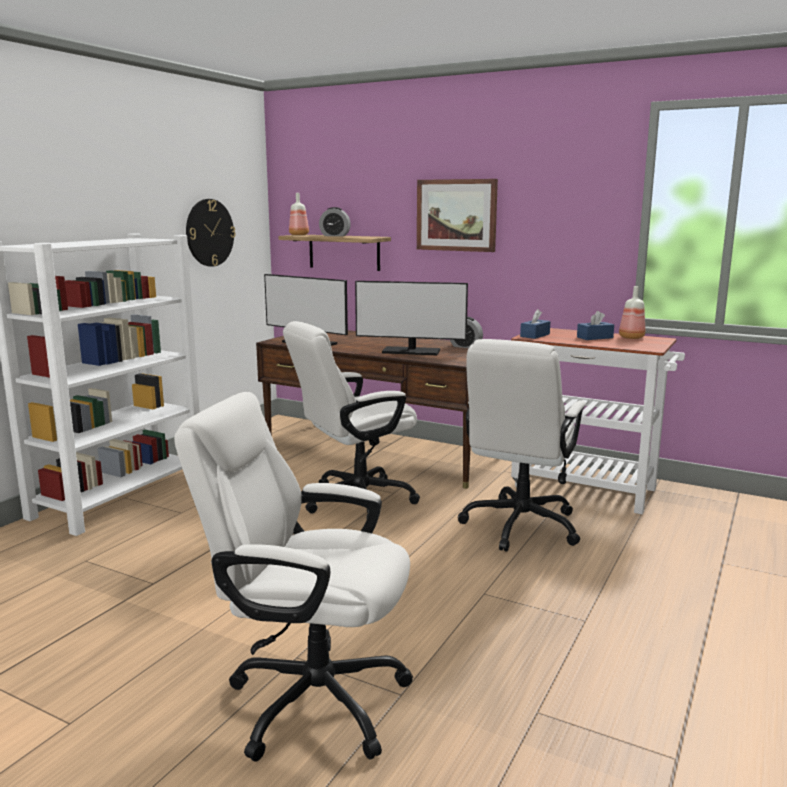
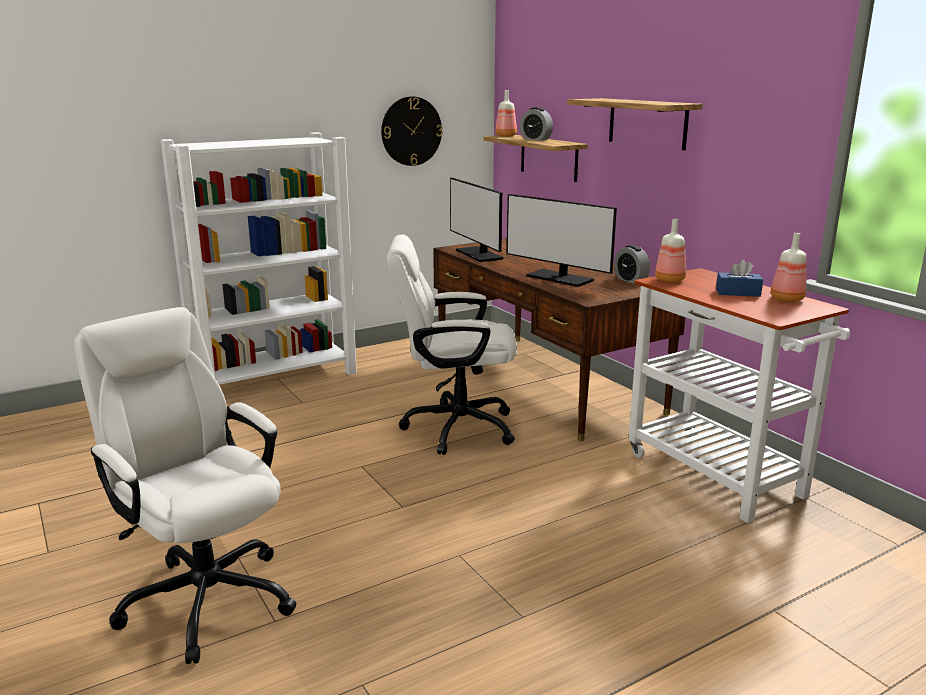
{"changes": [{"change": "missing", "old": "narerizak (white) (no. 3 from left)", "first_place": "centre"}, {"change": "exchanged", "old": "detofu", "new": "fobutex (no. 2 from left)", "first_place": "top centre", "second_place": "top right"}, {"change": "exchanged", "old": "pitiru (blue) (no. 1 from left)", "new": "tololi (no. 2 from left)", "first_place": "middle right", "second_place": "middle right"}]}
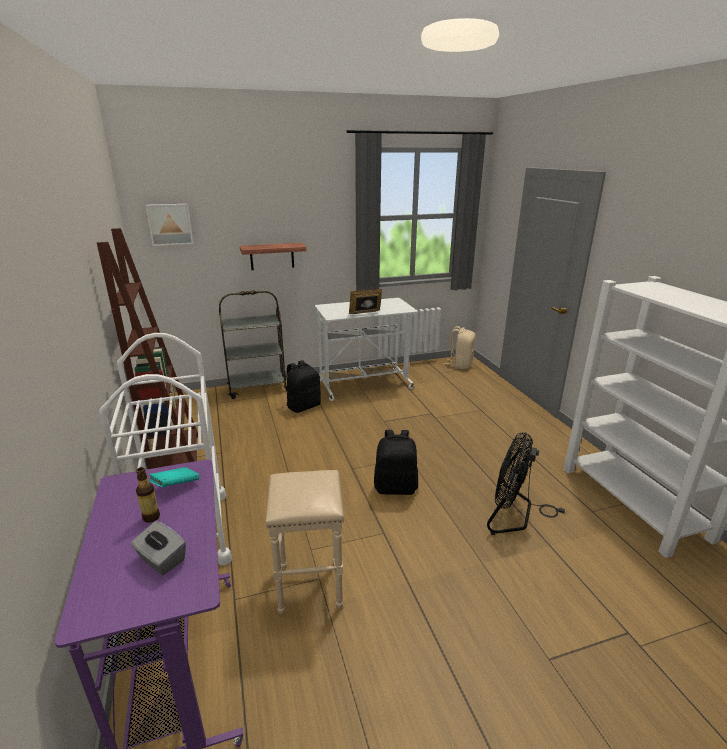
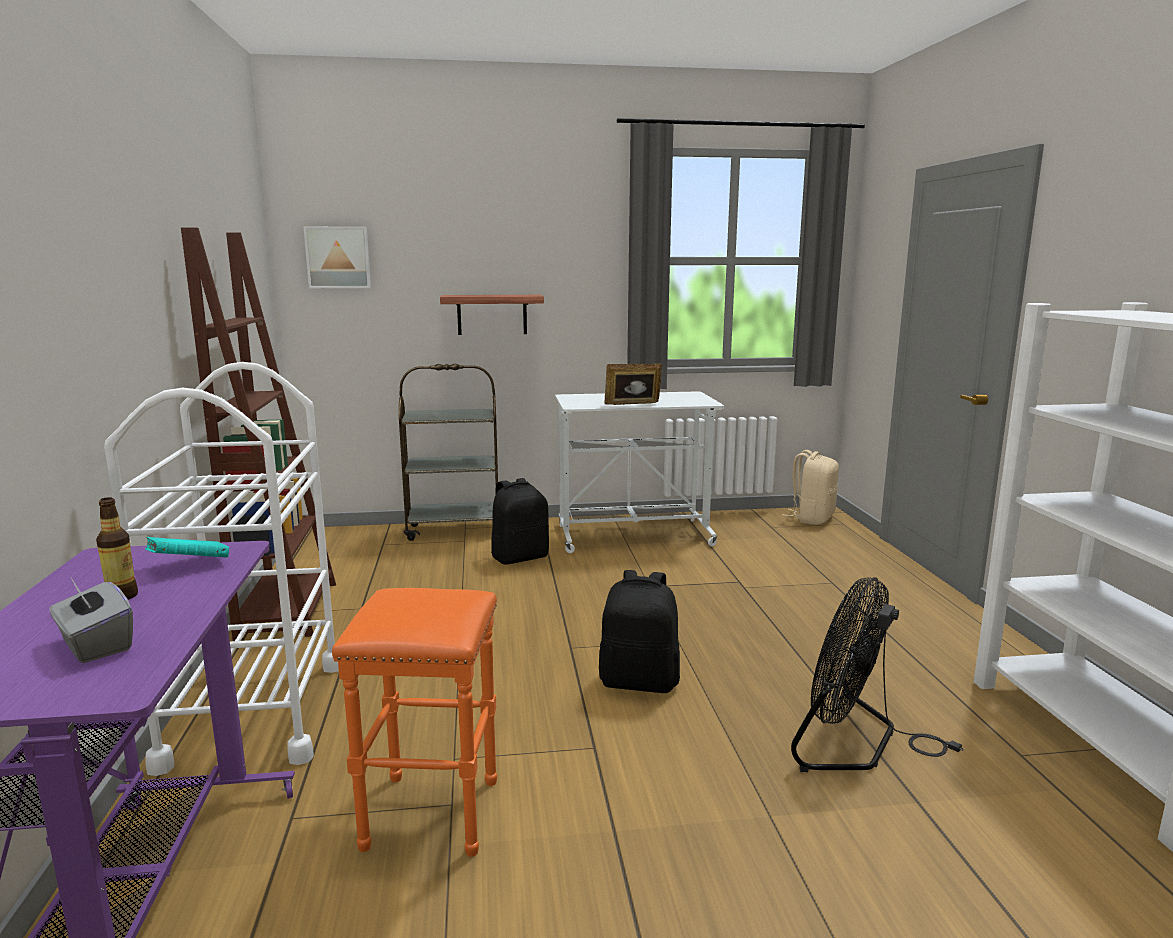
{"changes": [{"change": "colour", "old": "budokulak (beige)", "new": "budokulak (orange)", "first_place": "bottom centre", "second_place": "bottom centre"}]}
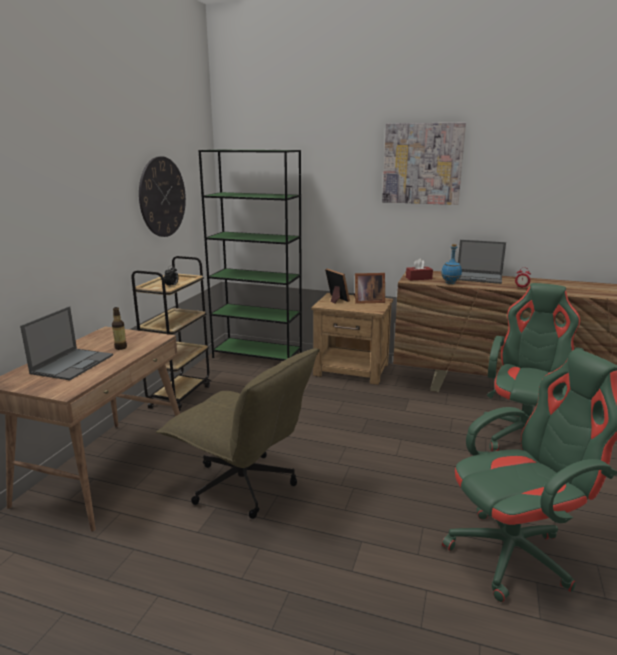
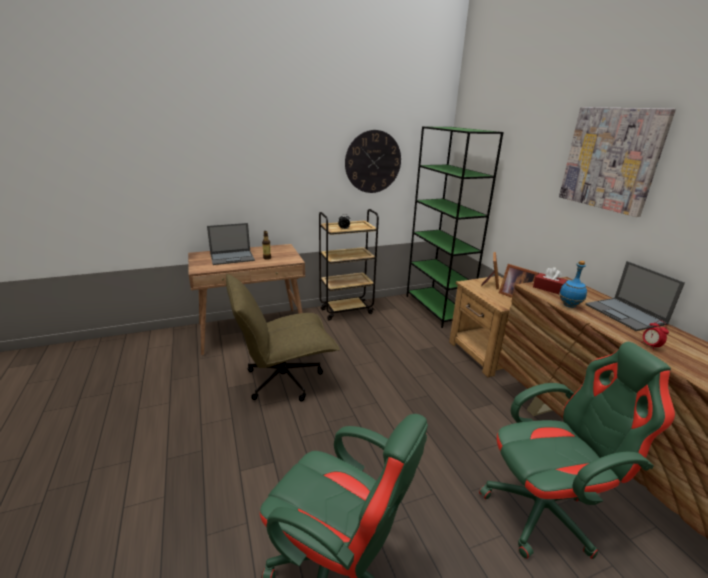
{"changes": [{"change": "spun", "old": "narerizak (beige)", "first_place": "centre", "second_place": "centre", "degrees": 75}]}
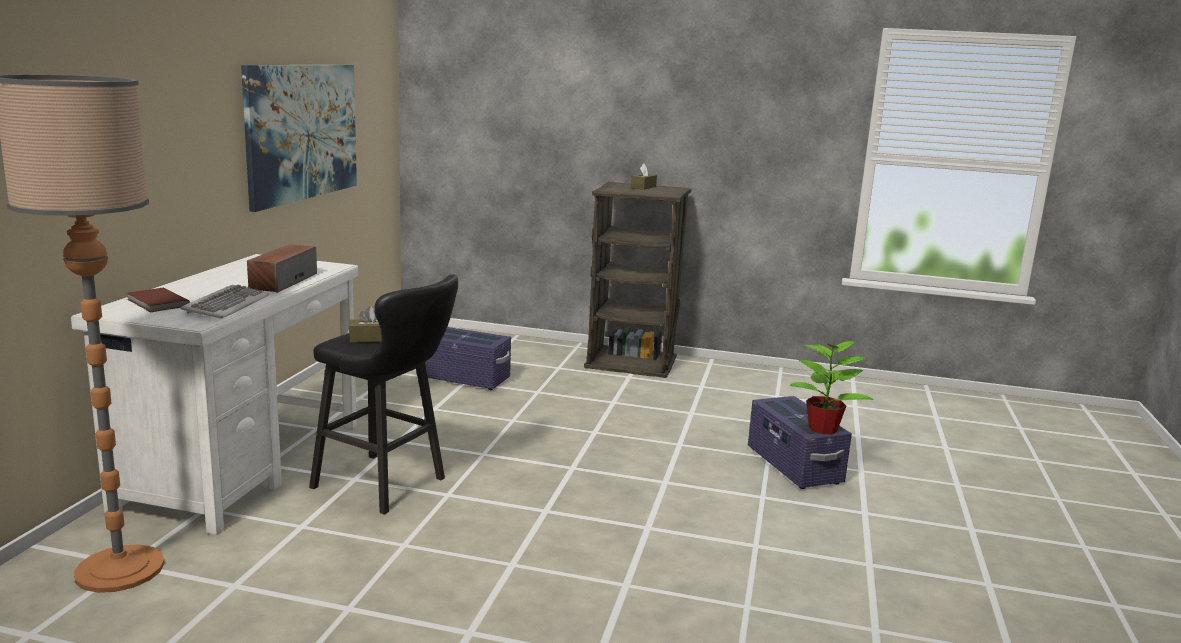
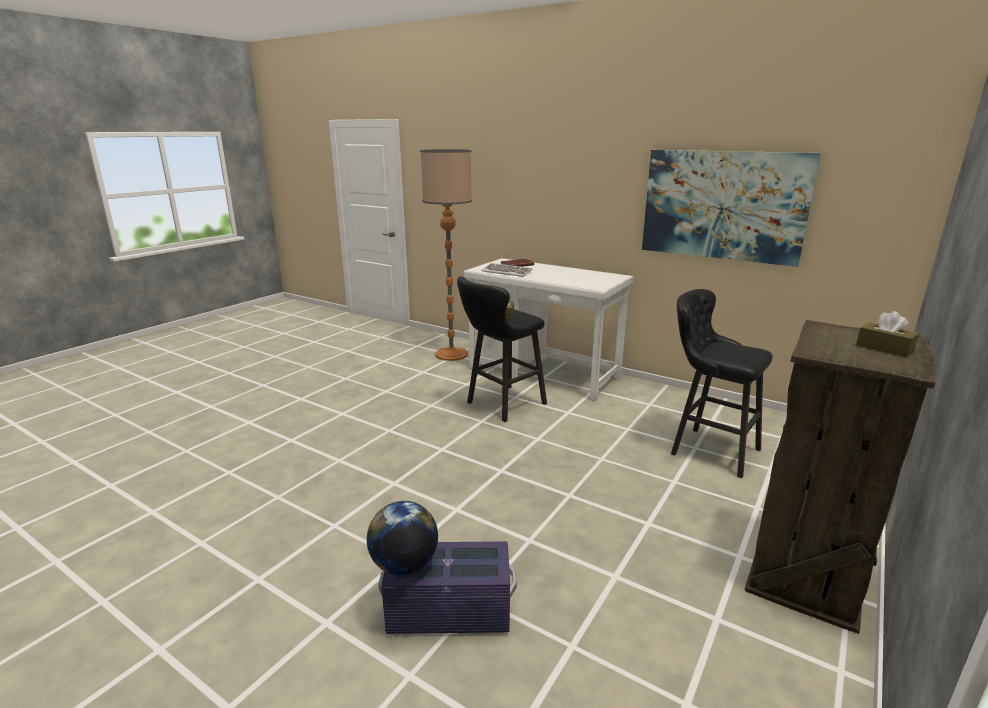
{"changes": [{"change": "missing", "old": "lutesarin", "first_place": "middle left"}, {"change": "exchanged", "old": "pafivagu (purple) (no. 1 from left)", "new": "budokulak (black) (no. 2 from left)", "first_place": "centre", "second_place": "middle right"}, {"change": "exchanged", "old": "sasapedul", "new": "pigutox", "first_place": "middle right", "second_place": "bottom centre"}]}
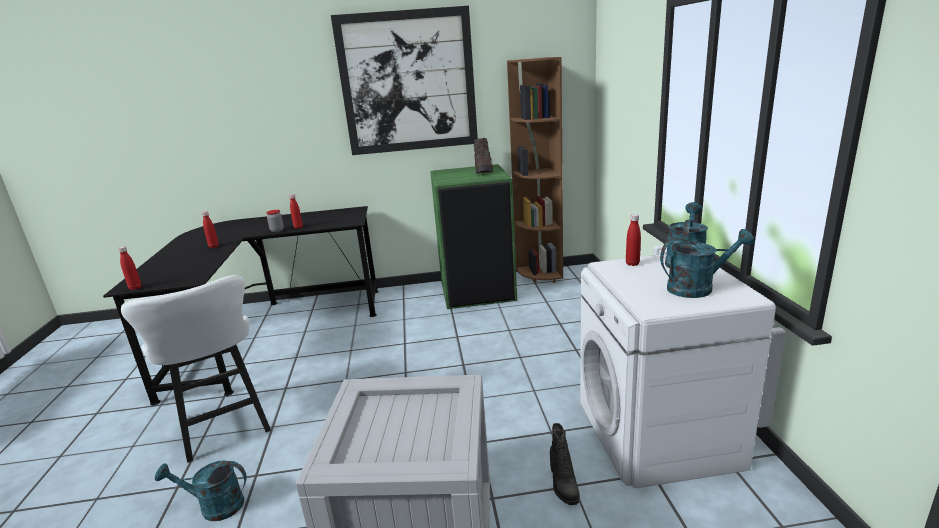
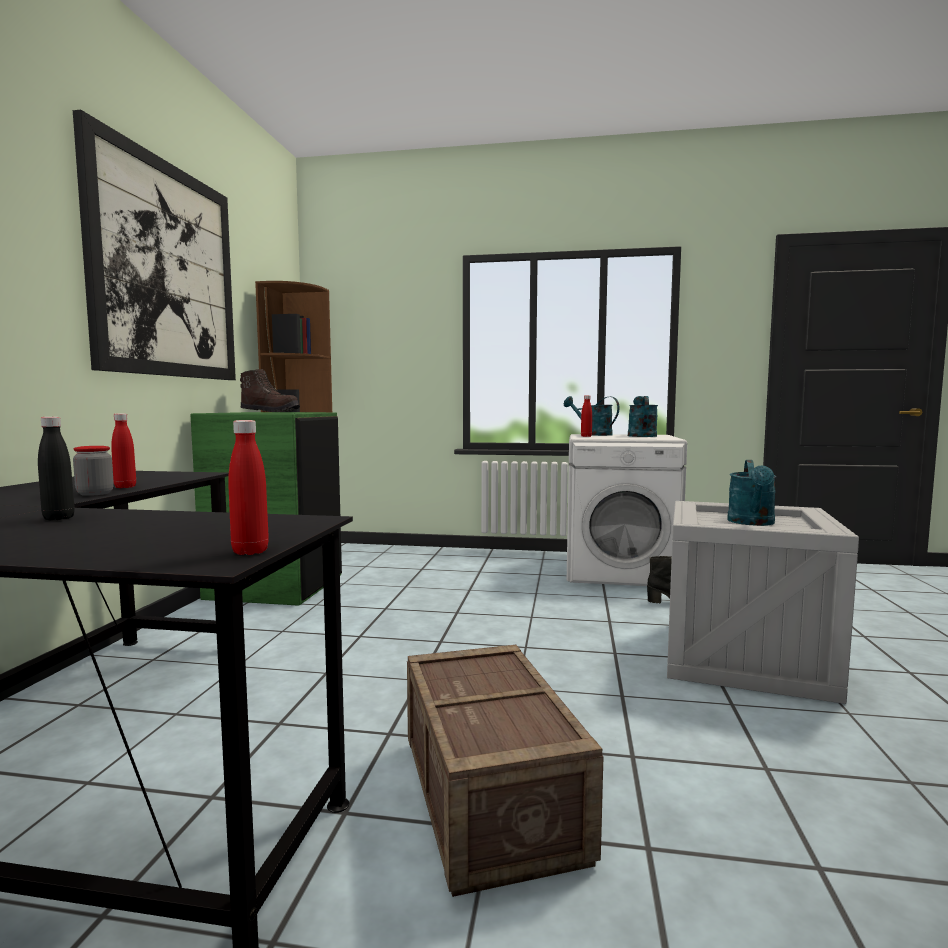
{"changes": [{"change": "relocated", "old": "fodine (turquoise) (no. 1 from left in the first image)", "new": "fodine (turquoise) (no. 3 from left)", "first_place": "bottom left", "second_place": "middle right"}, {"change": "exchanged", "old": "budokulak (white)", "new": "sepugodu (no. 1 from left)", "first_place": "bottom left", "second_place": "bottom centre"}, {"change": "colour", "old": "tololi (red) (no. 2 from left)", "new": "tololi (black)", "first_place": "middle left", "second_place": "middle left"}]}
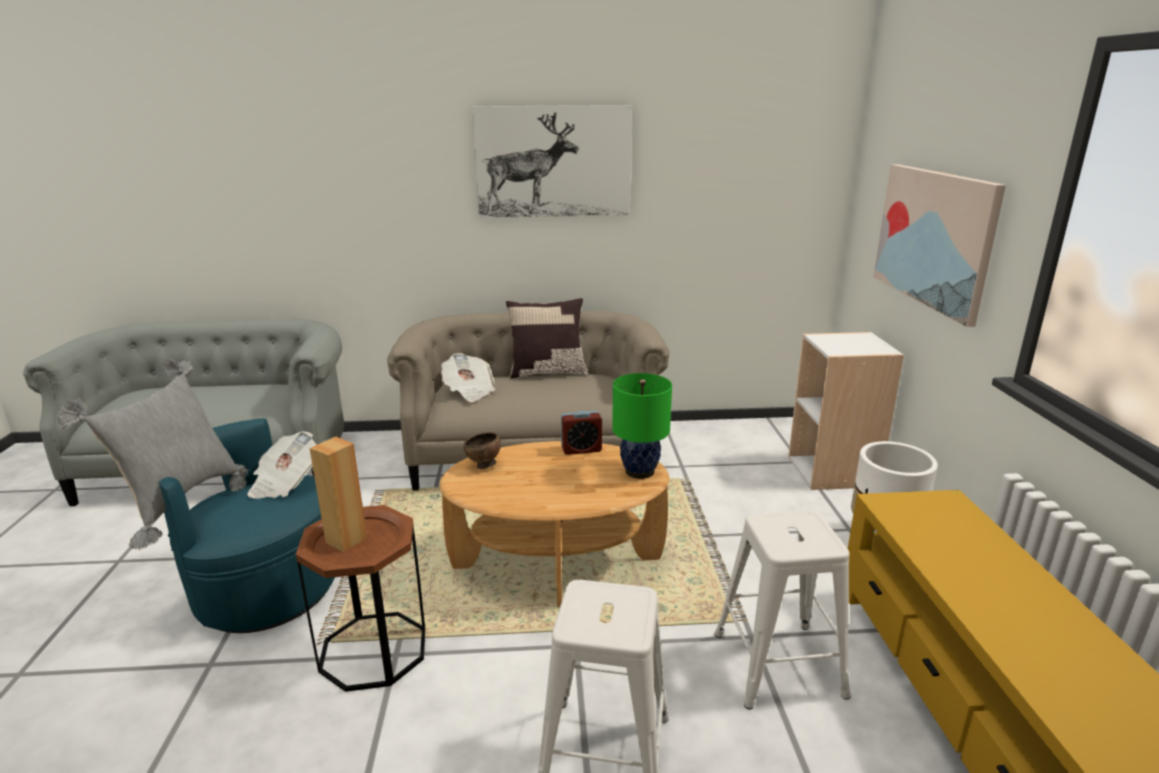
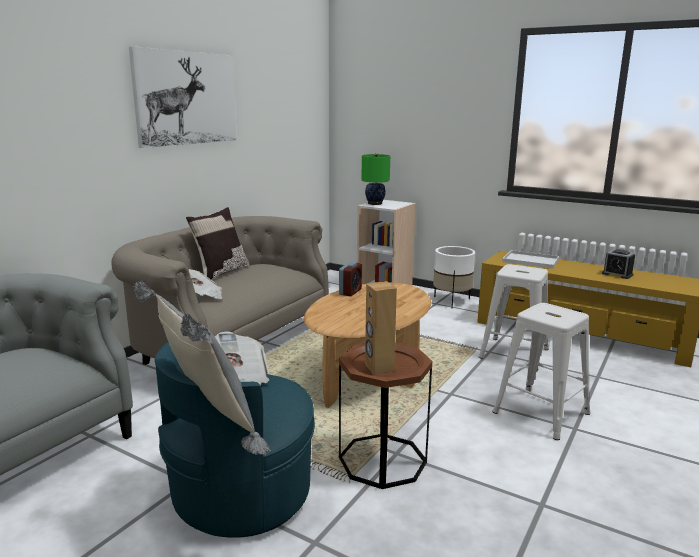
{"changes": [{"change": "missing", "old": "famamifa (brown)", "first_place": "centre"}, {"change": "missing", "old": "detofu (no. 2 from left)", "first_place": "top right"}, {"change": "appeared", "new": "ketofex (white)", "second_place": "middle right"}, {"change": "appeared", "new": "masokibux (no. 2 from left)", "second_place": "middle right"}, {"change": "relocated", "old": "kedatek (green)", "first_place": "centre", "second_place": "top centre"}]}
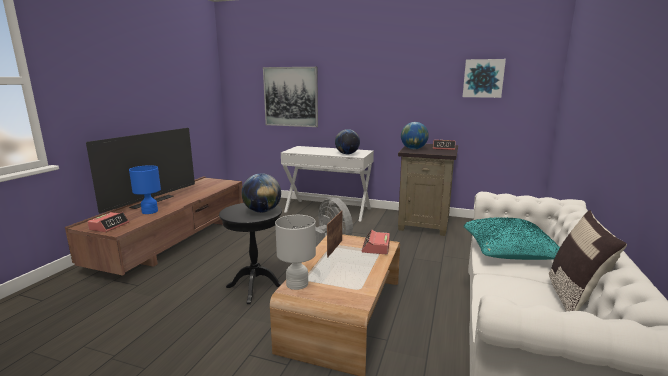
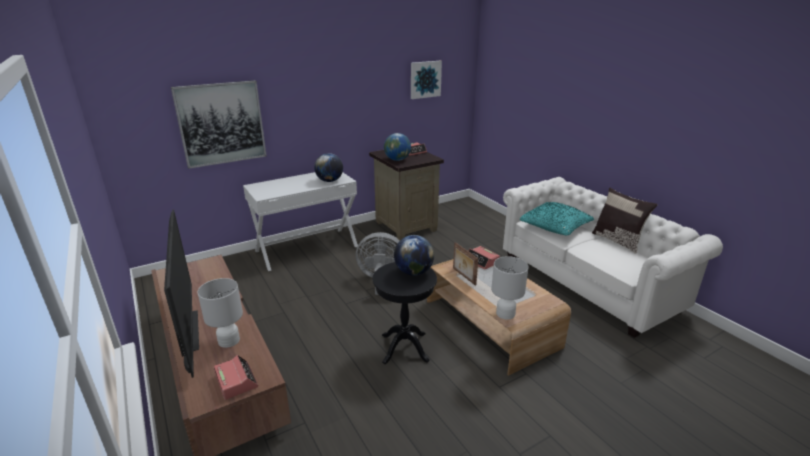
{"changes": [{"change": "colour", "old": "kedatek (blue)", "new": "kedatek (grey) (no. 1 from left)", "first_place": "middle left", "second_place": "bottom left"}]}
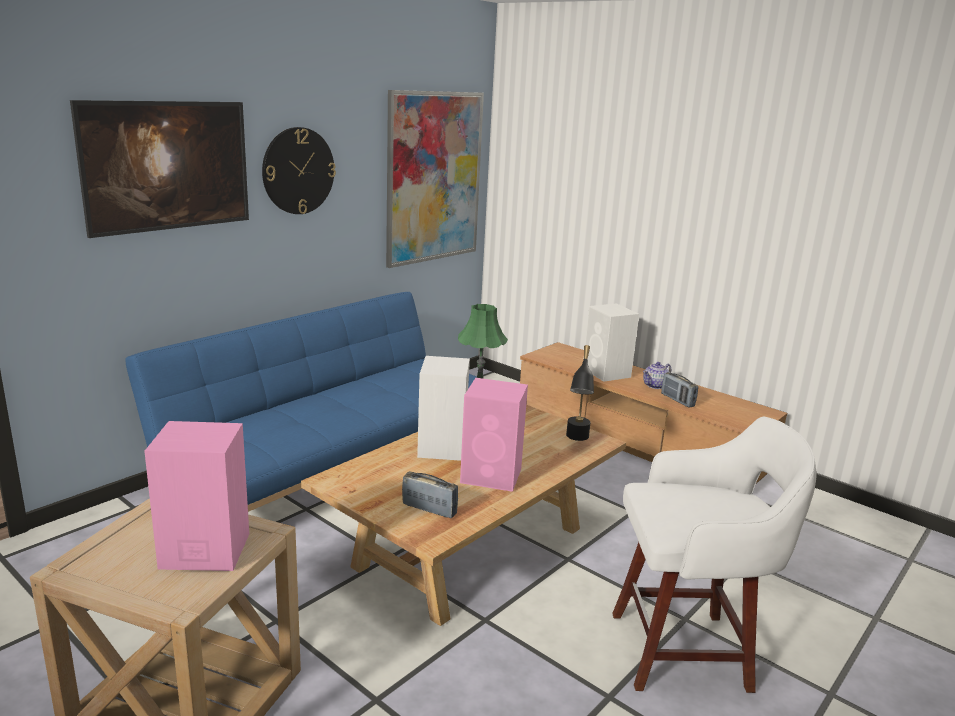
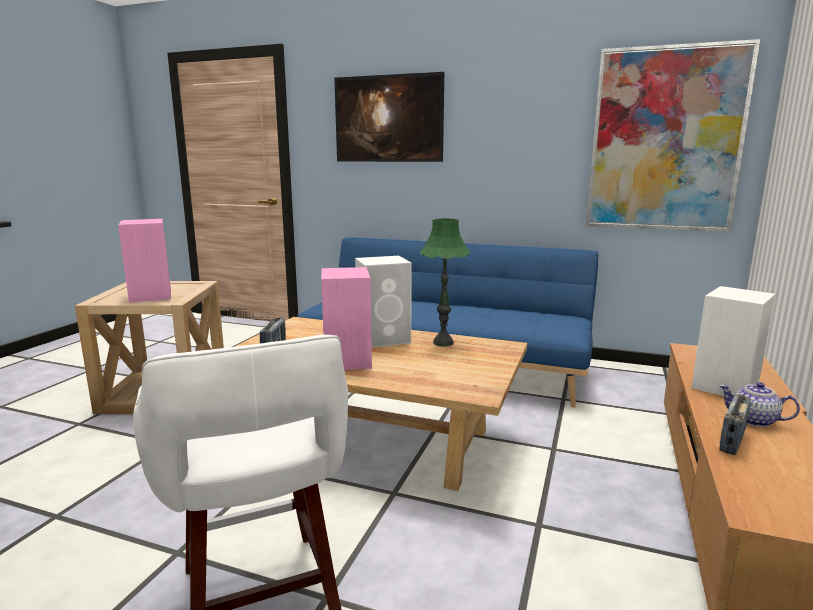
{"changes": [{"change": "missing", "old": "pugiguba", "first_place": "top left"}, {"change": "missing", "old": "kedatek (black)", "first_place": "centre"}]}
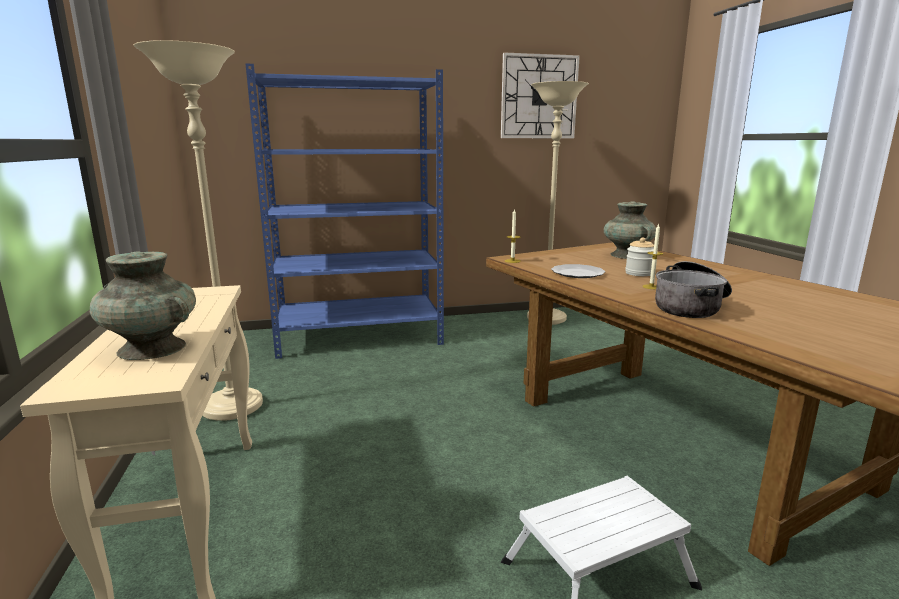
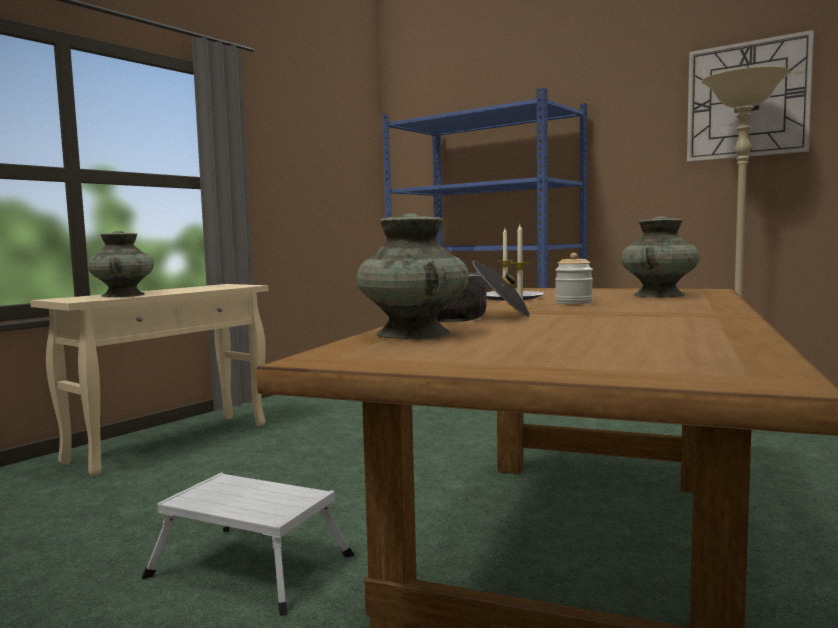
{"changes": [{"change": "missing", "old": "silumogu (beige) (no. 1 from left)", "first_place": "middle left"}, {"change": "appeared", "new": "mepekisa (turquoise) (no. 2 from left)", "second_place": "centre"}]}
